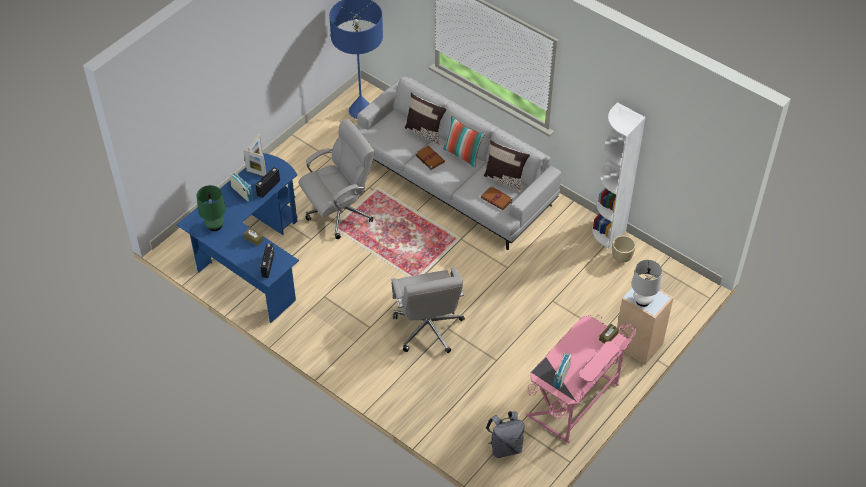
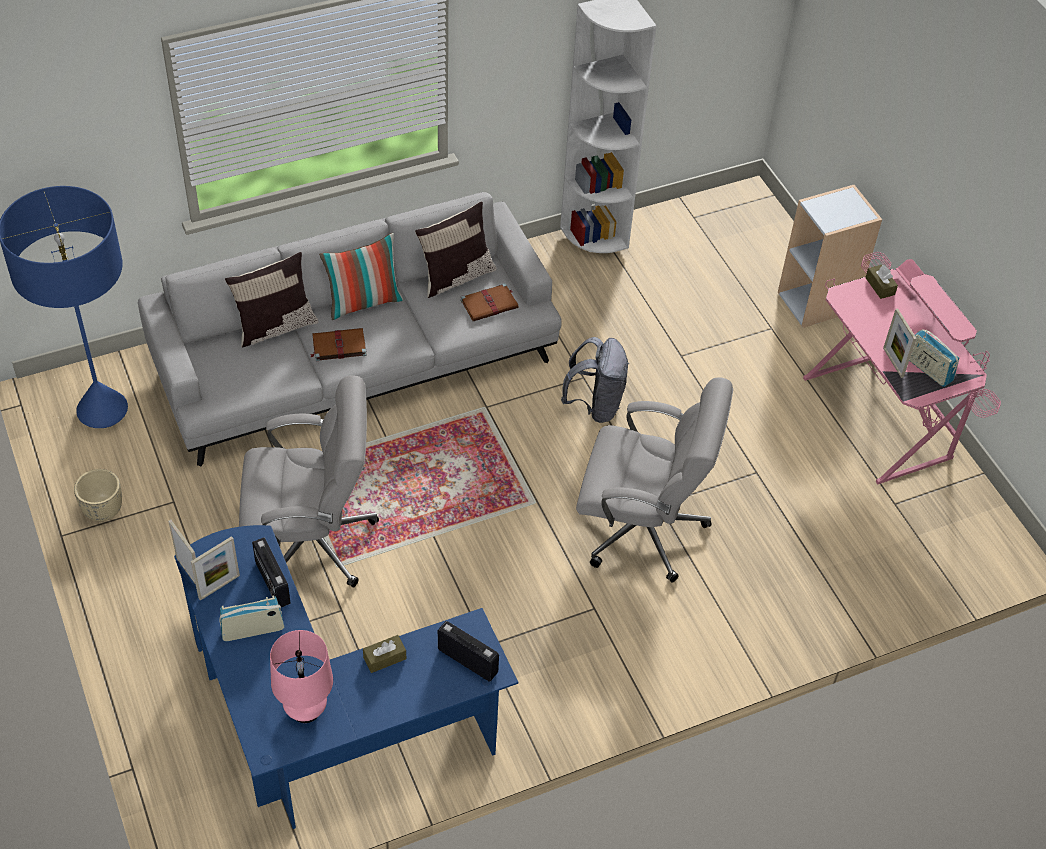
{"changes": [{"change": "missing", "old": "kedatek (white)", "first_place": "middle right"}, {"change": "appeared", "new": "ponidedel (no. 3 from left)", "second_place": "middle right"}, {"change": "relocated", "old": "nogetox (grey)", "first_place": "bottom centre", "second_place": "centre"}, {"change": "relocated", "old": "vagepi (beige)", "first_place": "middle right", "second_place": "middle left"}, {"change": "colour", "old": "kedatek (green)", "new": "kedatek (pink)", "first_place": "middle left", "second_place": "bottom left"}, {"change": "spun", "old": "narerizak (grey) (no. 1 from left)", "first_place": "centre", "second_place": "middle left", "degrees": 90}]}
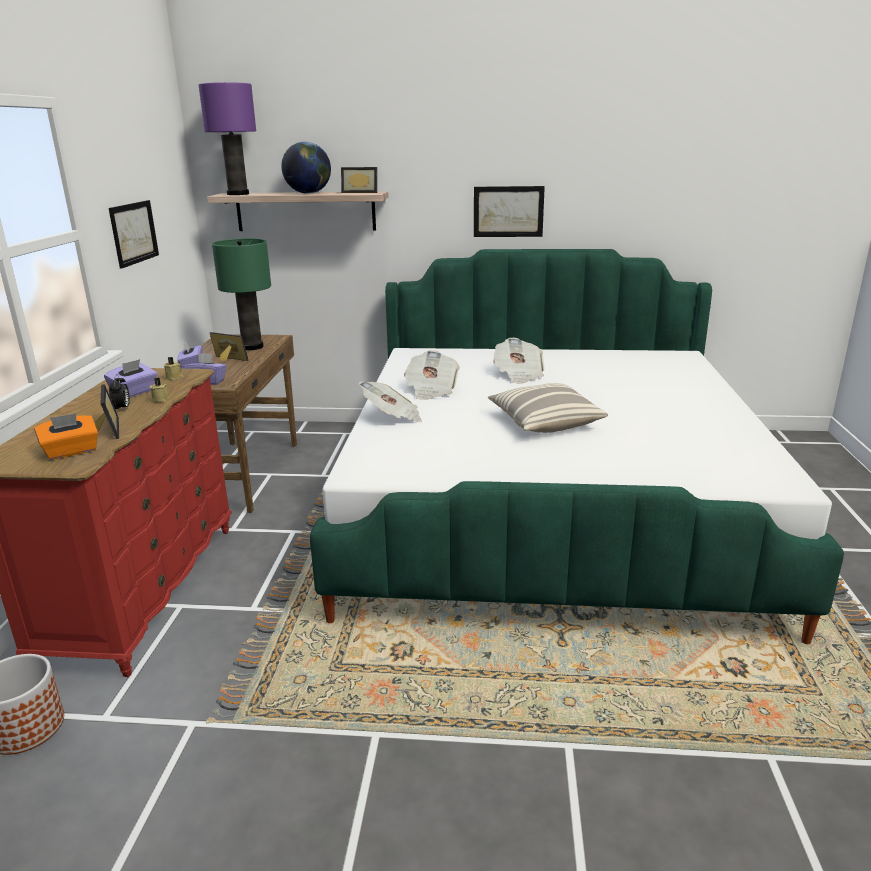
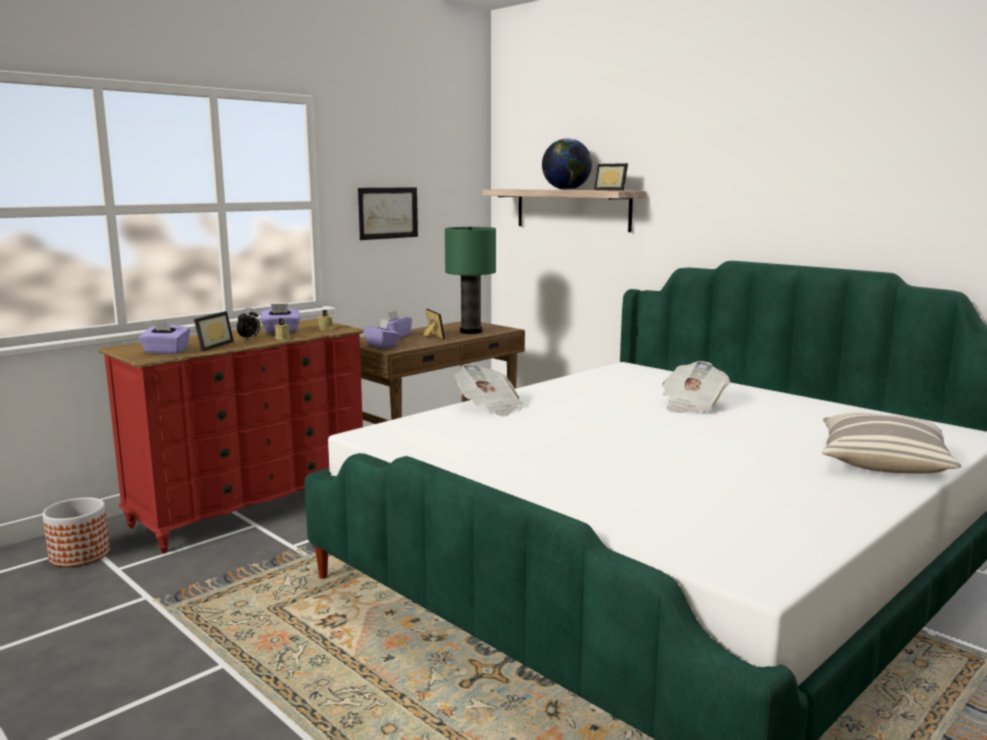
{"changes": [{"change": "missing", "old": "kedatek (purple)", "first_place": "top left"}, {"change": "missing", "old": "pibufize (no. 2 from left)", "first_place": "centre"}, {"change": "missing", "old": "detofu (no. 2 from left)", "first_place": "top centre"}, {"change": "relocated", "old": "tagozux", "first_place": "centre", "second_place": "middle right"}, {"change": "colour", "old": "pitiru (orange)", "new": "pitiru (purple) (no. 1 from left)", "first_place": "middle left", "second_place": "middle left"}]}
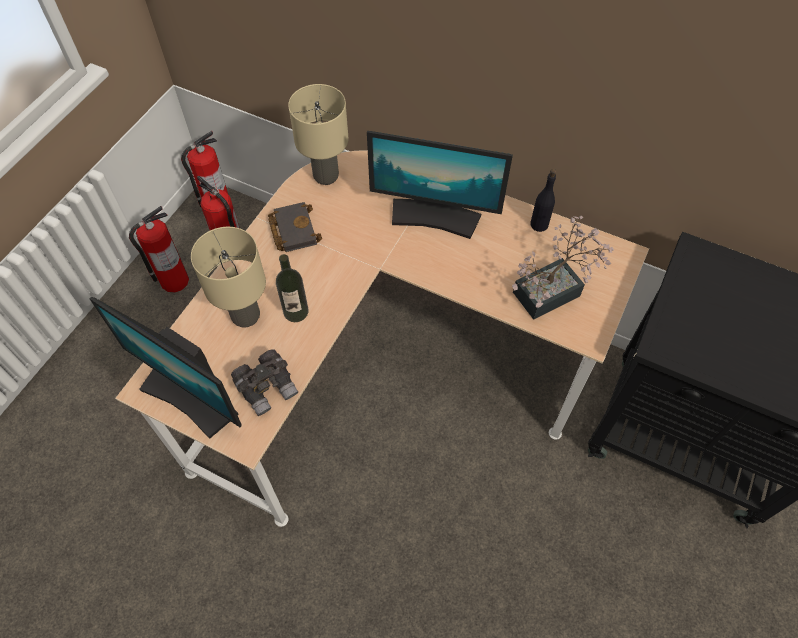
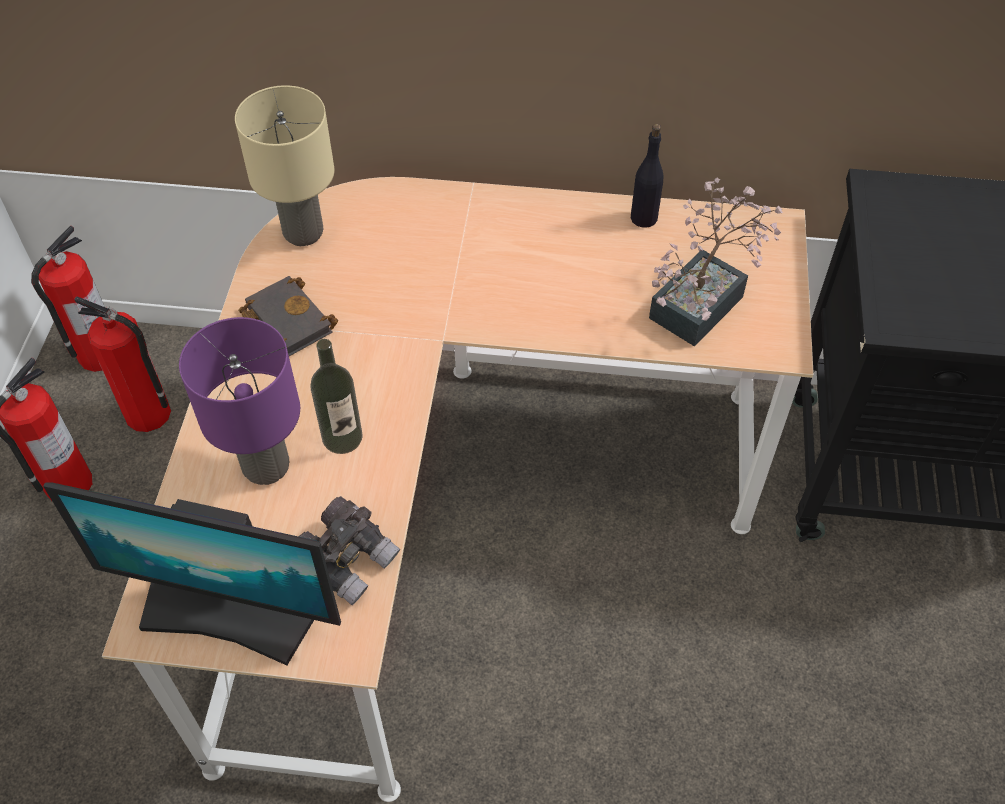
{"changes": [{"change": "missing", "old": "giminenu (no. 2 from left)", "first_place": "top centre"}, {"change": "colour", "old": "kedatek (beige) (no. 1 from left)", "new": "kedatek (purple)", "first_place": "middle left", "second_place": "middle left"}]}
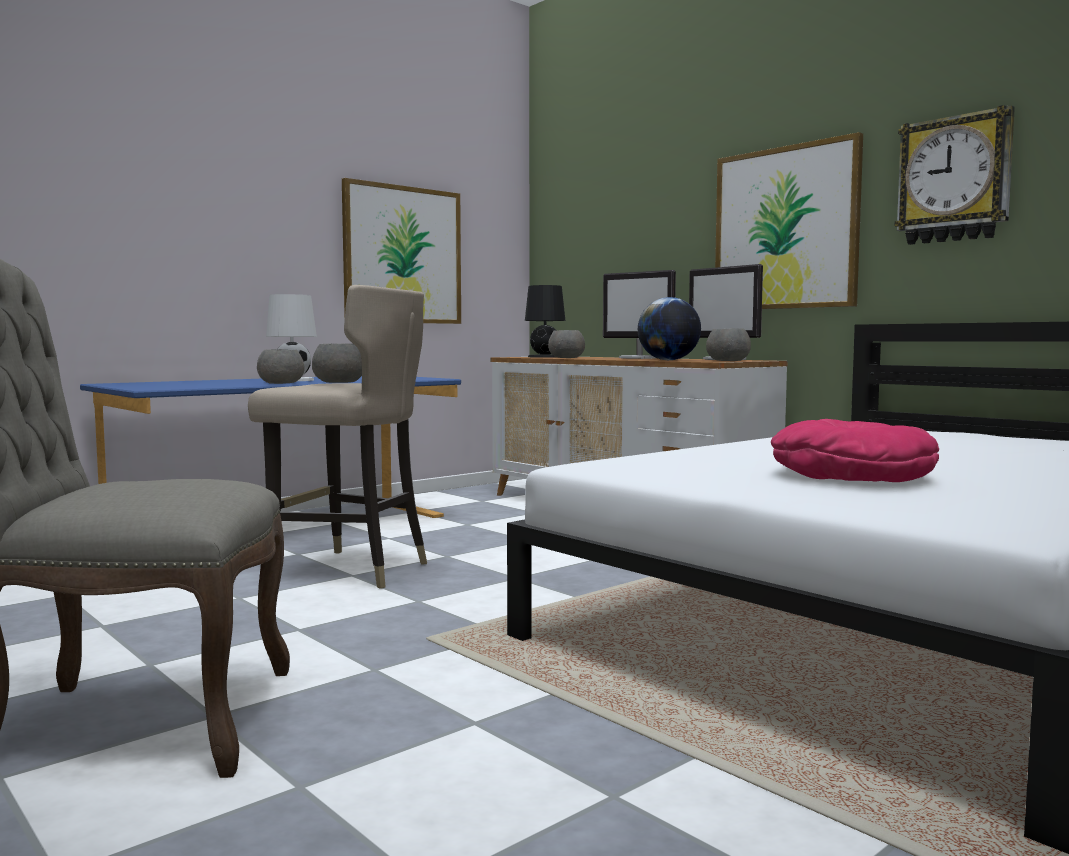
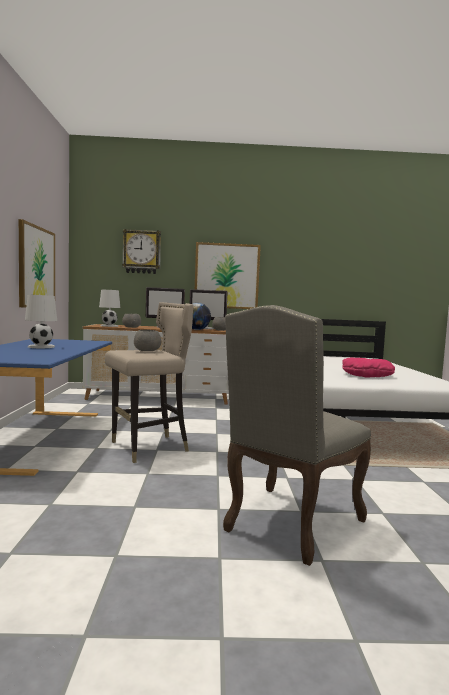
{"changes": [{"change": "missing", "old": "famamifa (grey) (no. 1 from left)", "first_place": "middle left"}, {"change": "relocated", "old": "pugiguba", "first_place": "top right", "second_place": "middle left"}, {"change": "colour", "old": "kedatek (black)", "new": "kedatek (white) (no. 2 from left)", "first_place": "centre", "second_place": "middle left"}]}
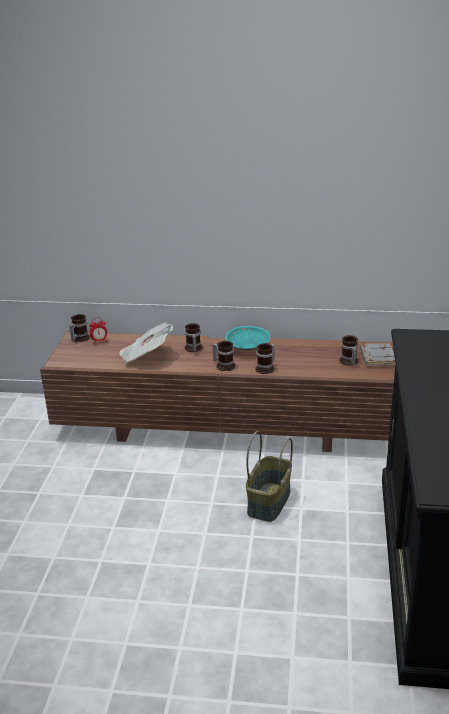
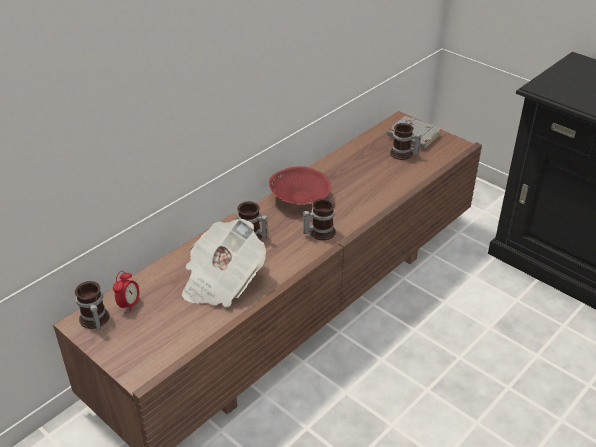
{"changes": [{"change": "missing", "old": "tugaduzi", "first_place": "bottom centre"}, {"change": "missing", "old": "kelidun (no. 4 from left)", "first_place": "centre"}, {"change": "colour", "old": "famamifa (turquoise)", "new": "famamifa (red)", "first_place": "centre", "second_place": "centre"}]}
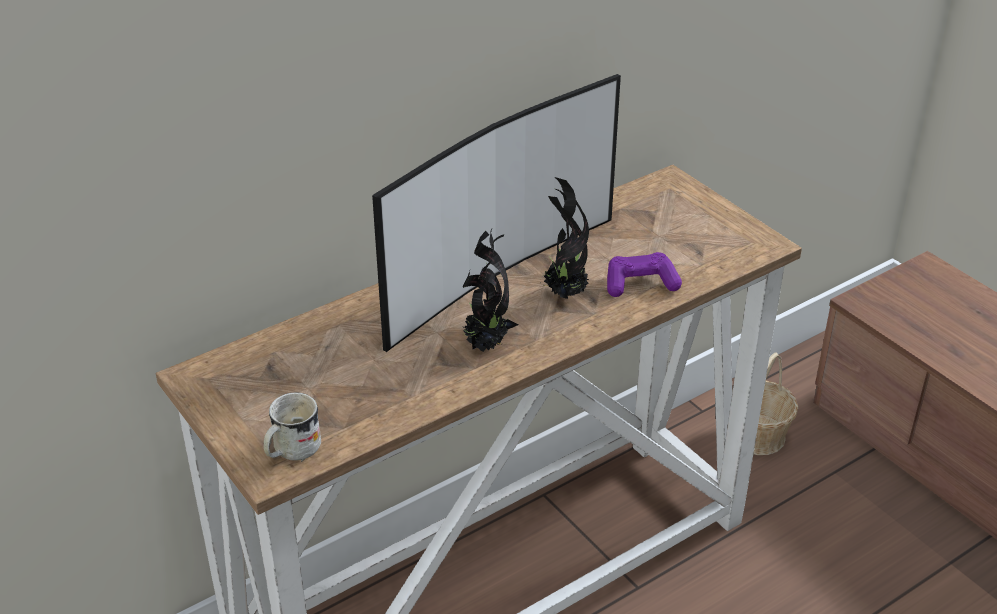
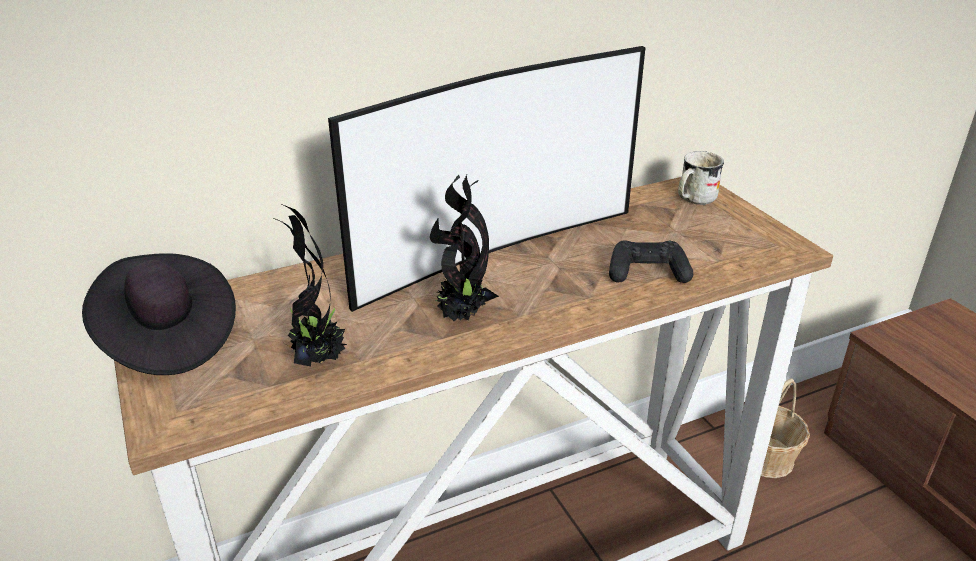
{"changes": [{"change": "appeared", "new": "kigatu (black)", "second_place": "middle left"}, {"change": "relocated", "old": "kelidun (white)", "first_place": "bottom left", "second_place": "top right"}, {"change": "relocated", "old": "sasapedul (no. 2 from left in the first image)", "new": "sasapedul (no. 1 from left)", "first_place": "centre", "second_place": "middle left"}, {"change": "colour", "old": "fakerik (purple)", "new": "fakerik (black)", "first_place": "centre", "second_place": "middle right"}]}
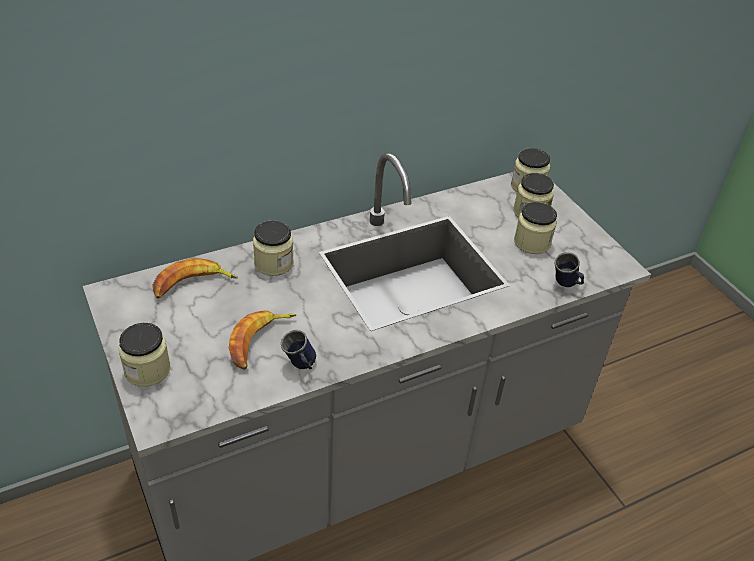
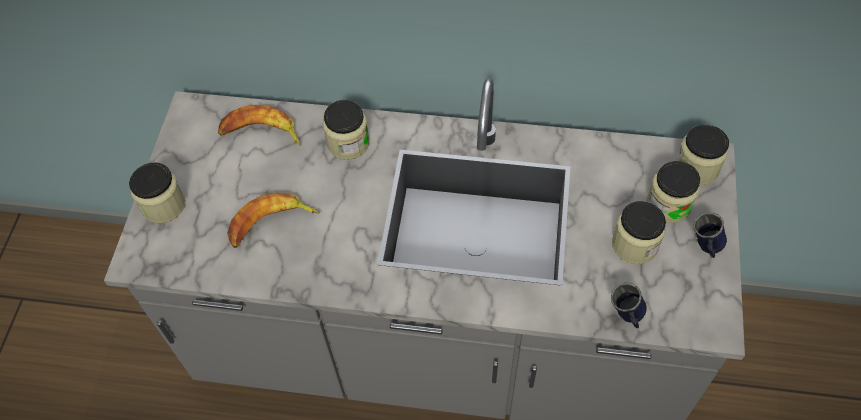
{"changes": [{"change": "relocated", "old": "kelidun (blue) (no. 1 from left in the first image)", "new": "kelidun (blue) (no. 2 from left)", "first_place": "centre", "second_place": "middle right"}]}
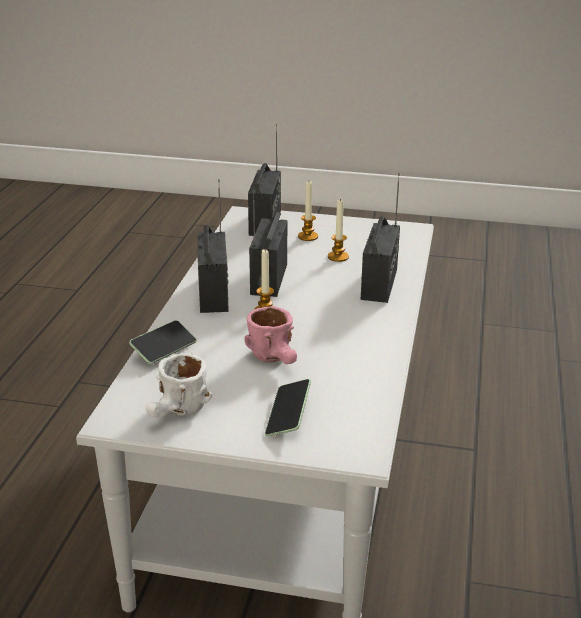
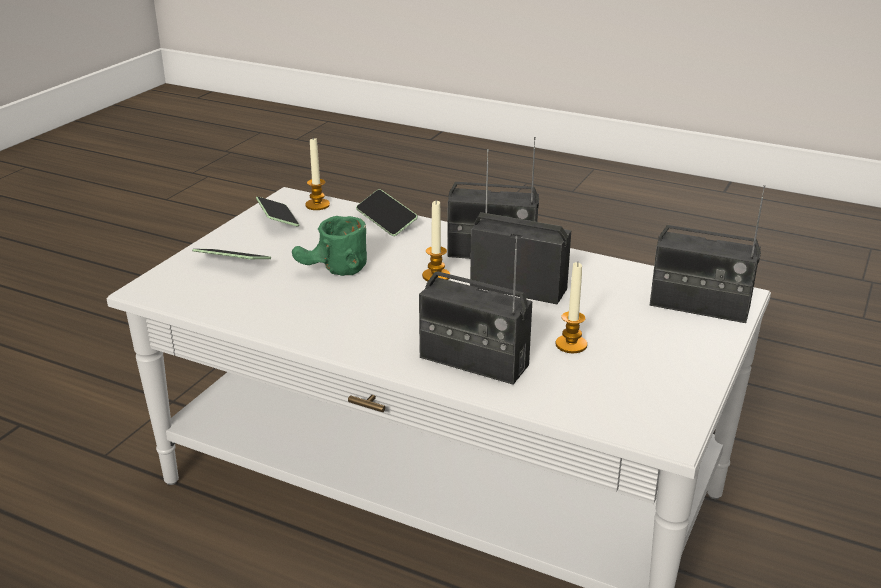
{"changes": [{"change": "relocated", "old": "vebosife (no. 2 from left in the first image)", "new": "vebosife (no. 1 from left)", "first_place": "centre", "second_place": "top centre"}, {"change": "exchanged", "old": "kelidun (white)", "new": "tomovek (no. 2 from left)", "first_place": "middle left", "second_place": "middle left"}, {"change": "colour", "old": "kelidun (pink)", "new": "kelidun (green)", "first_place": "centre", "second_place": "centre"}]}
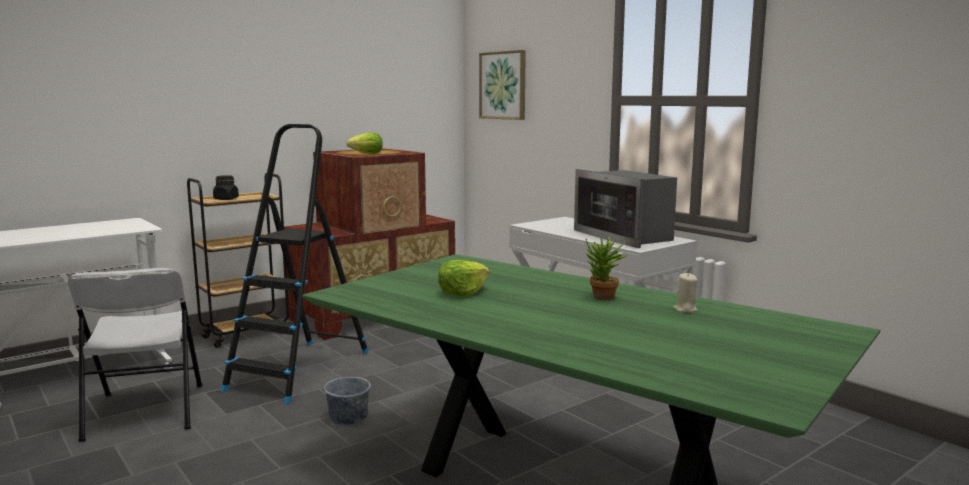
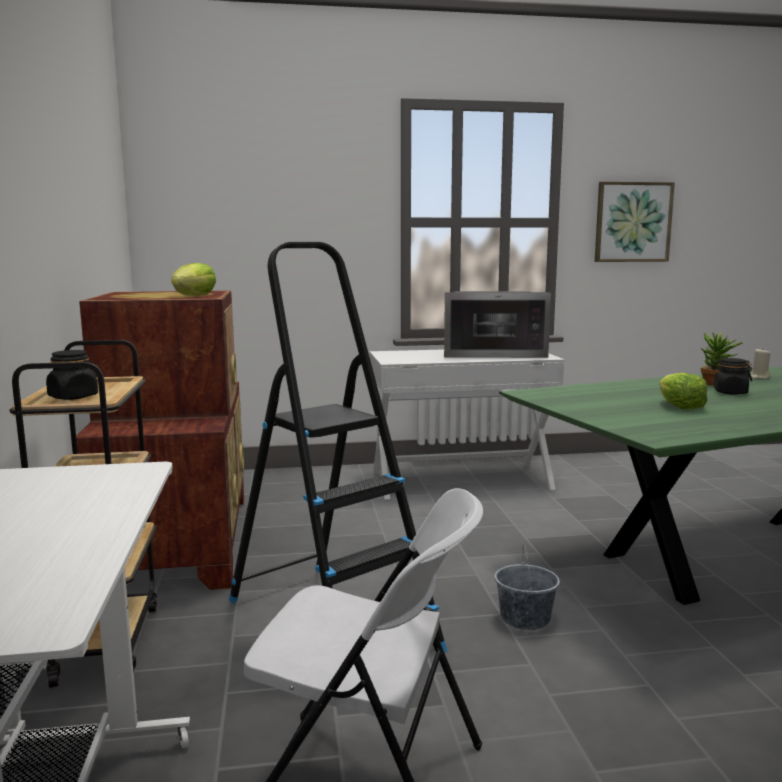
{"changes": [{"change": "appeared", "new": "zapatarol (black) (no. 2 from left)", "second_place": "middle right"}, {"change": "relocated", "old": "detofu", "first_place": "top centre", "second_place": "top right"}]}
